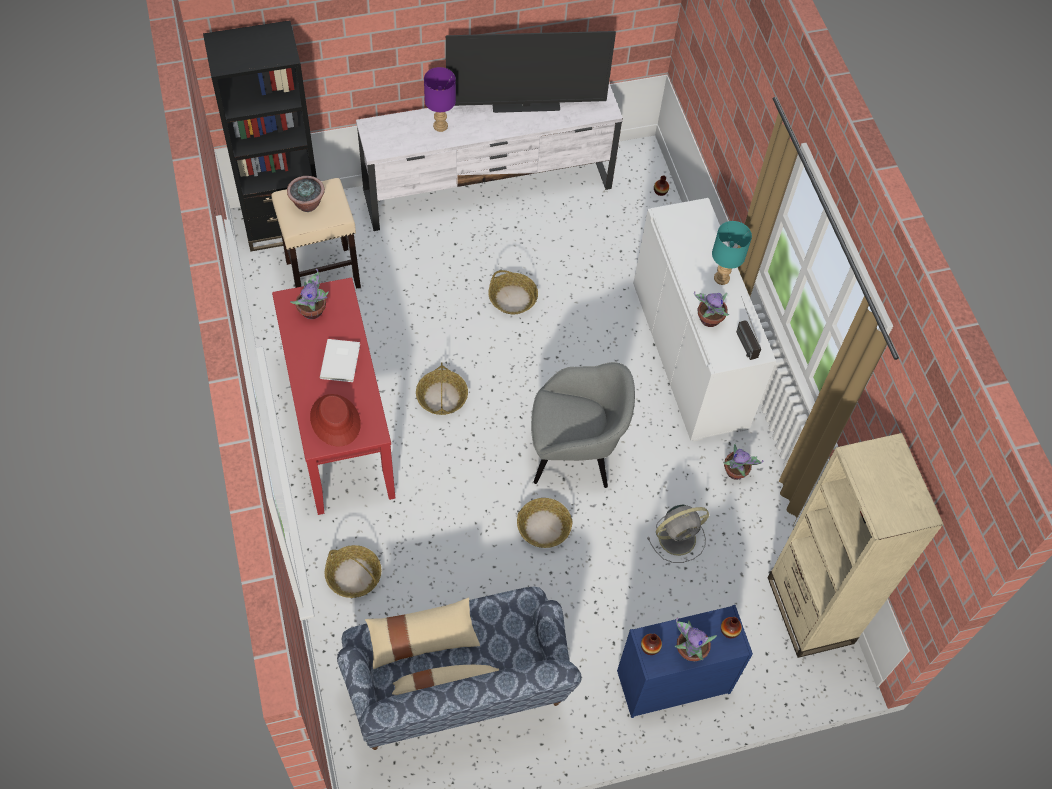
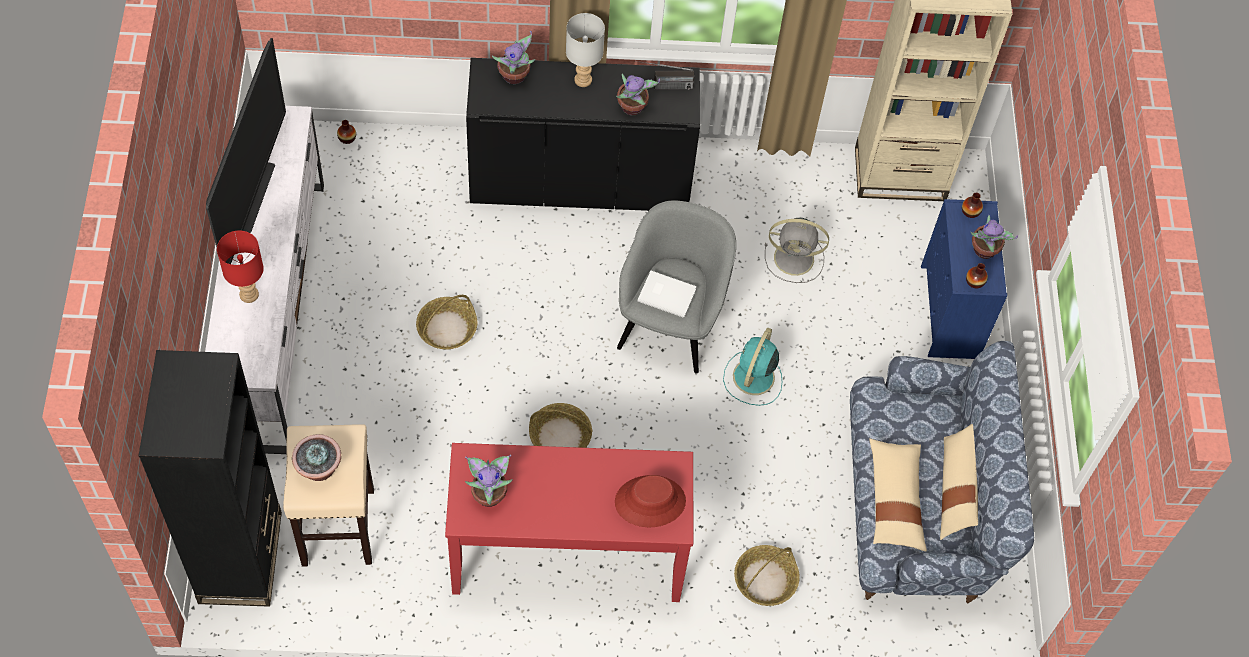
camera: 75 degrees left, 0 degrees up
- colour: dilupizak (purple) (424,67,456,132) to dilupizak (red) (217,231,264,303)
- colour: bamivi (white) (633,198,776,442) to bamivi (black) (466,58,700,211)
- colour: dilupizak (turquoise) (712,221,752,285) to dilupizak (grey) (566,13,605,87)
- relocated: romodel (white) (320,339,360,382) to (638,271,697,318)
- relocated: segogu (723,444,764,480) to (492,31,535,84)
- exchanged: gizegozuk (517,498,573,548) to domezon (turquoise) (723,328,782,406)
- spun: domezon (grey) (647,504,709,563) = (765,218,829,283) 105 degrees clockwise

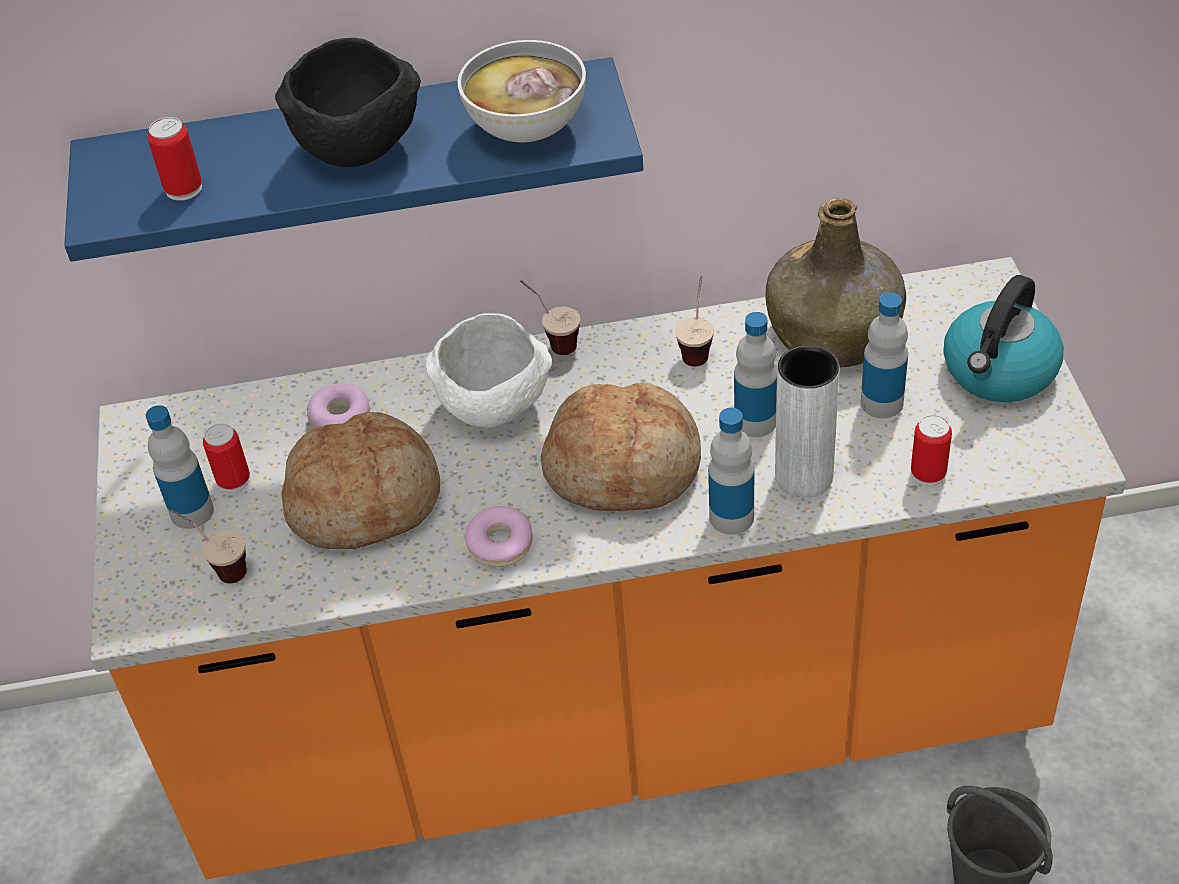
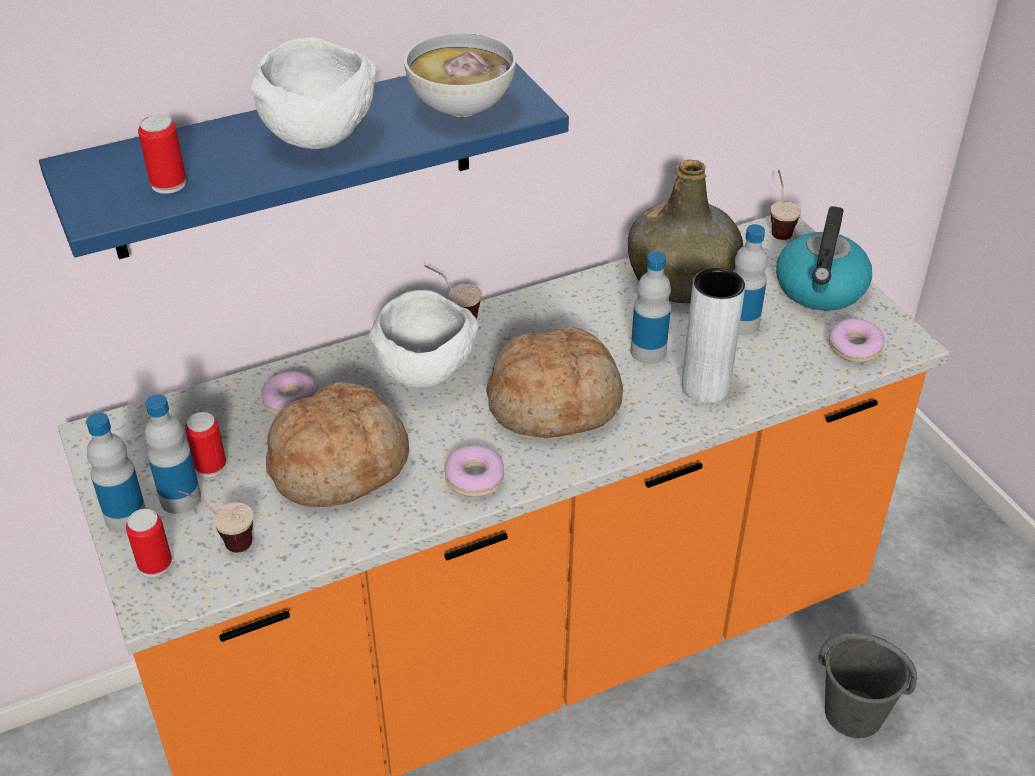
camera: 20 degrees left, 5 degrees down
- colour: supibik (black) (275,38,421,167) to supibik (white) (250,37,377,149)
- relocated: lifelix (675,276,714,366) to (771,170,801,240)
- relocated: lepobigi (708,408,754,535) to (86,412,146,533)
- relocated: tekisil (911,415,952,486) to (126,509,172,577)
- appeared: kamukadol (829,318,885,362)

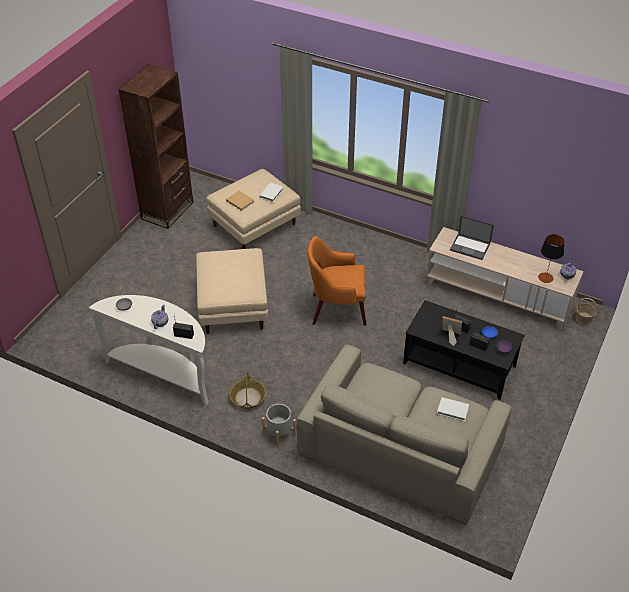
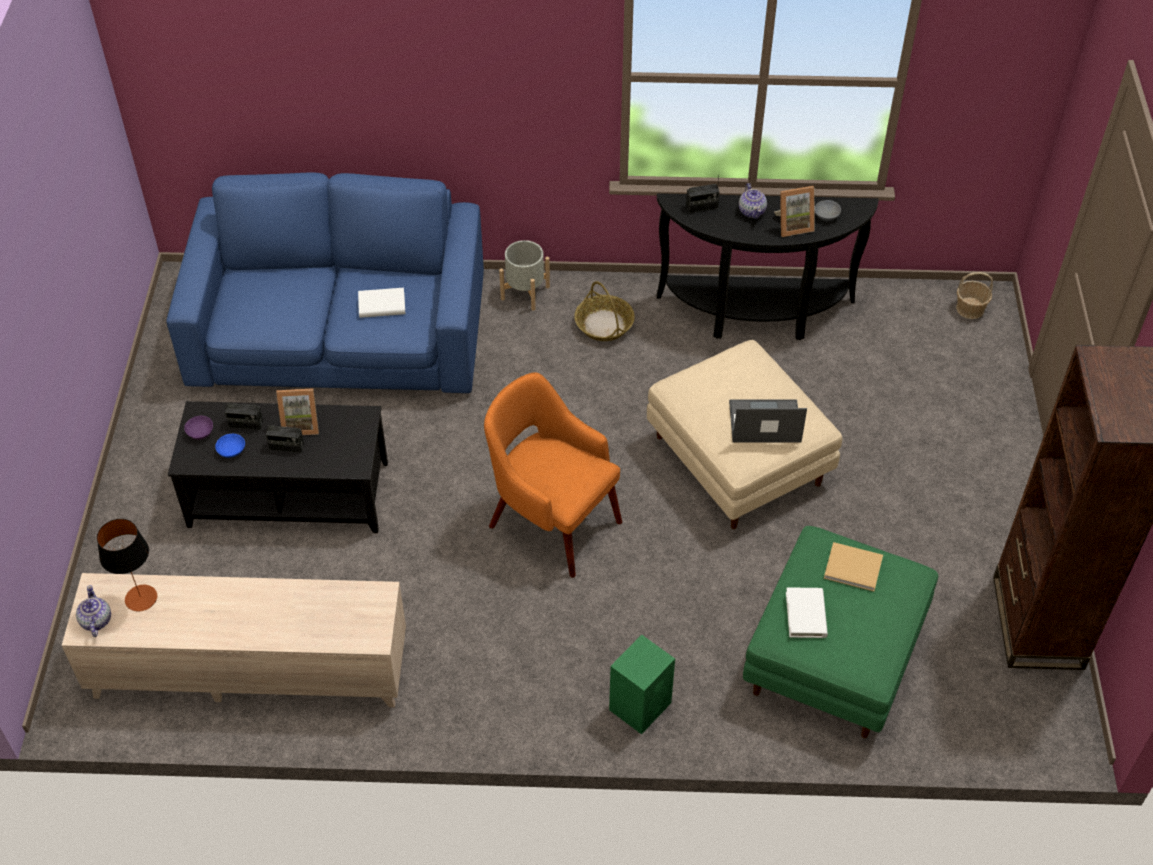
camera: 155 degrees right, 5 degrees up
- colour: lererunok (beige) (206,169,301,249) to lererunok (green) (743,526,938,738)
- relocated: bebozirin (450,216,494,260) to (729,399,807,442)
- spun: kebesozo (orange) (307,236,367,326) = (484,372,622,578) 120 degrees counterclockwise
- colour: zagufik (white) (89,295,209,405) to zagufik (black) (657,193,878,340)
- relocated: gizegozuk (576,298,597,325) to (956,272,993,319)
- colour: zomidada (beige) (297,344,512,525) to zomidada (blue) (166,173,484,393)
- relocated: romodel (white) (437,397,469,421) to (358,288,405,318)
- appeared: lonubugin (774,186,814,237)
- appeared: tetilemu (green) (609,635,675,734)

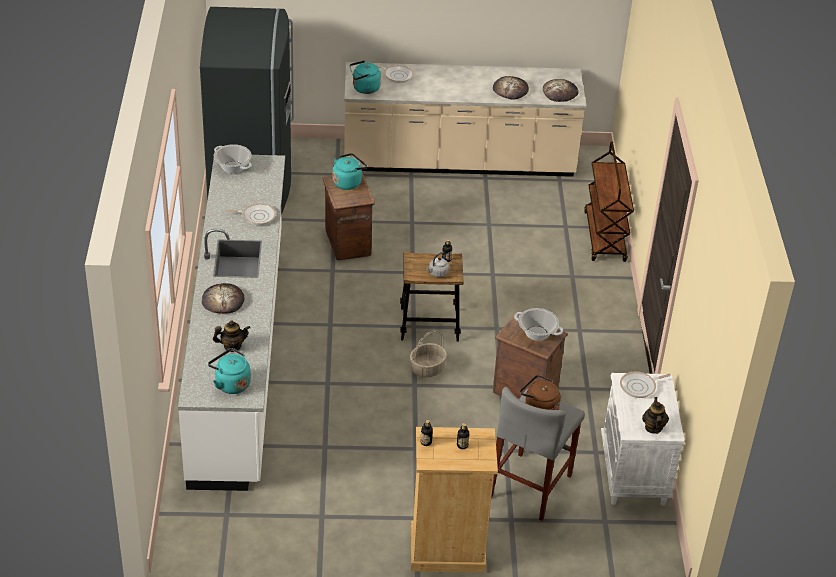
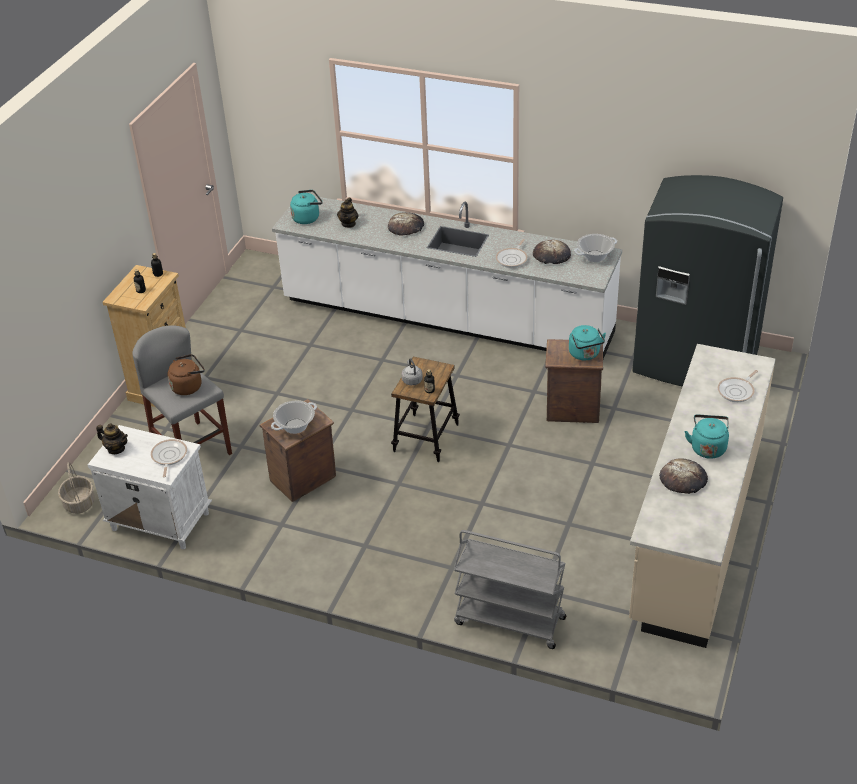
camera: 115 degrees right, 0 degrees up
- relocated: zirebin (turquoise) (350,60,381,94) to (685,415,729,459)
- relocated: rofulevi (543,79,579,102) to (533,240,571,264)
- colour: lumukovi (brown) (584,142,634,262) to lumukovi (grey) (454,530,567,649)
- relocated: gizegozuk (410,330,447,378) to (58,462,95,514)

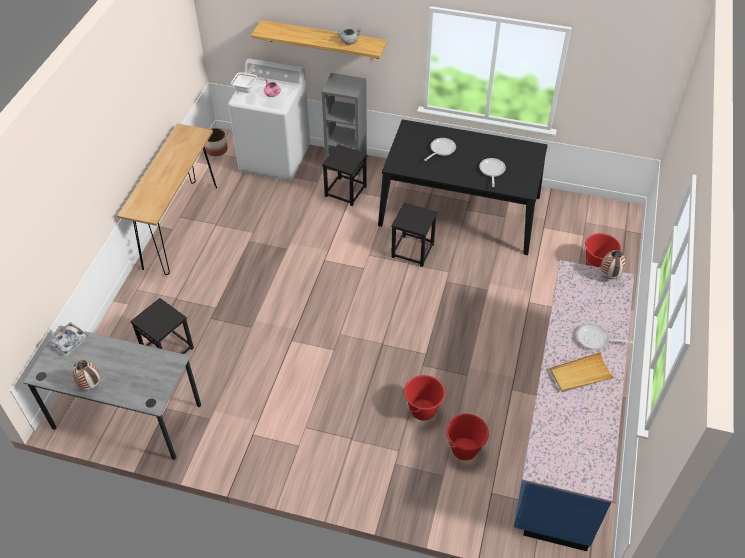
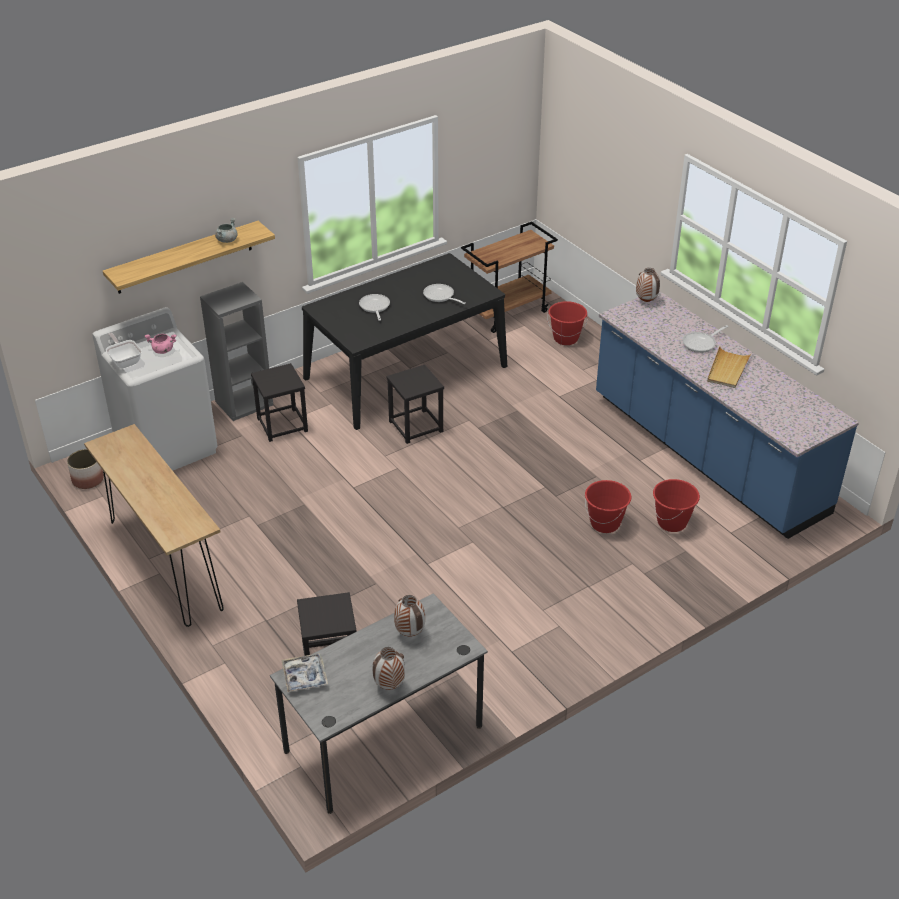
camera: 50 degrees left, 10 degrees down
- appeared: lumukovi (brown) (461,221,558,333)
- appeared: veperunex (394,595,425,637)

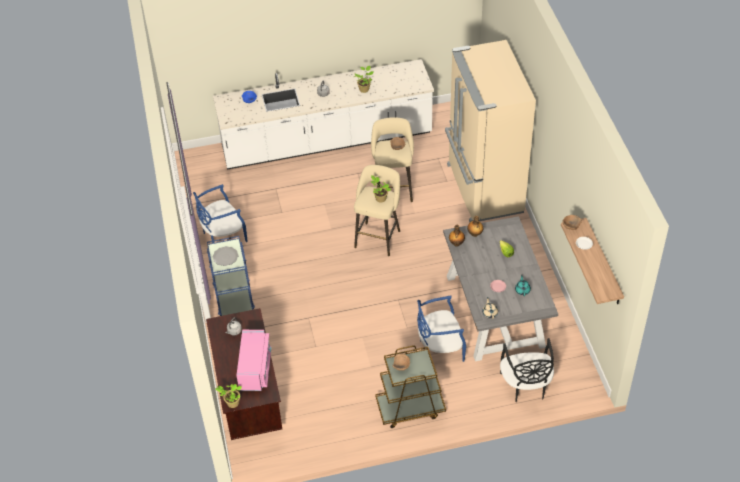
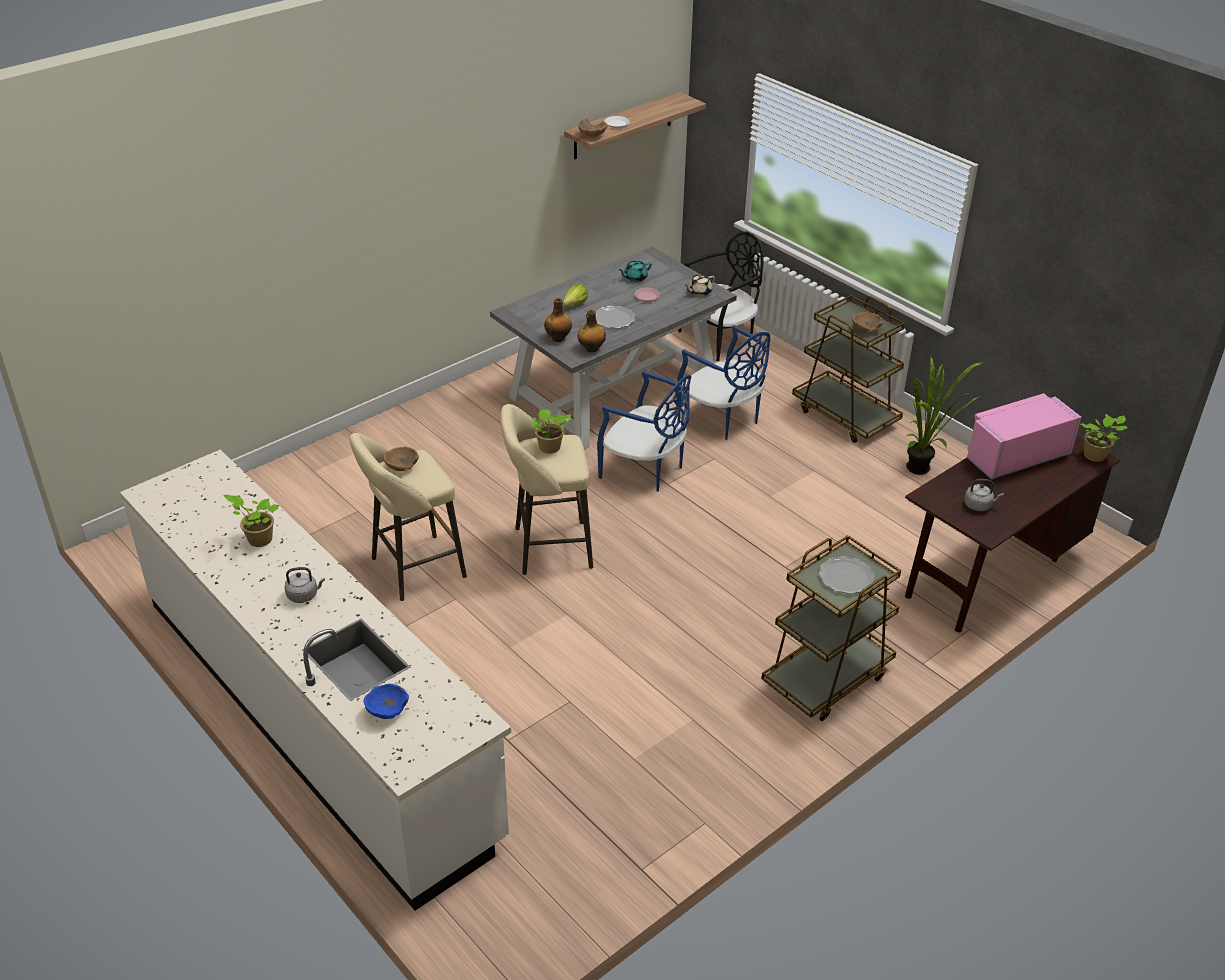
camera: 120 degrees left, 10 degrees down
- missing: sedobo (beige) (445,40,536,222)
- relocated: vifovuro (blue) (193,184,248,243) to (597,371,691,492)
- colour: lumukovi (blue) (207,236,255,316) to lumukovi (brown) (761,535,901,721)
- appeared: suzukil (596,306,636,328)
- appeared: segogu (906,356,983,475)

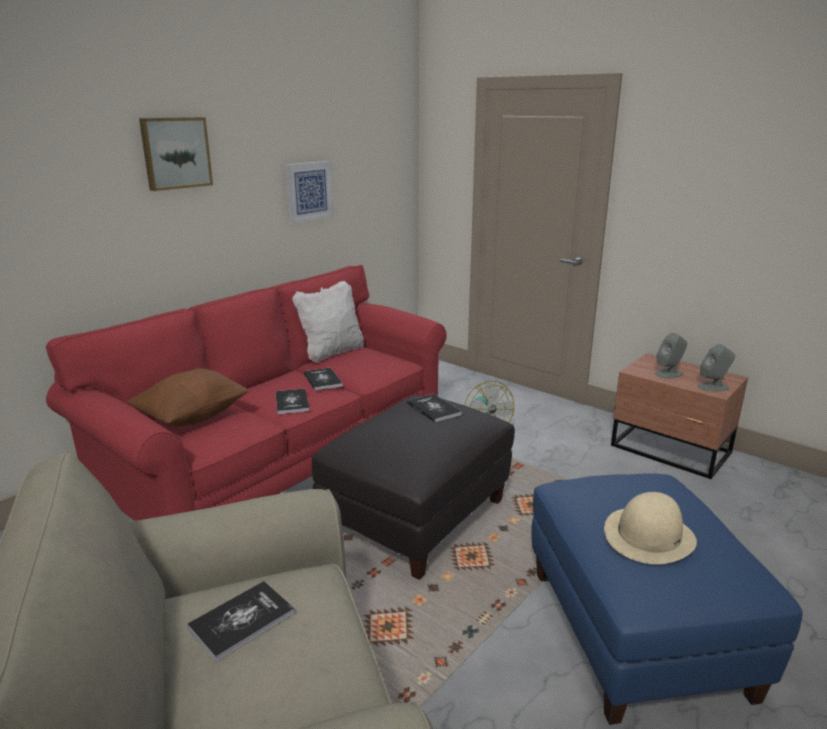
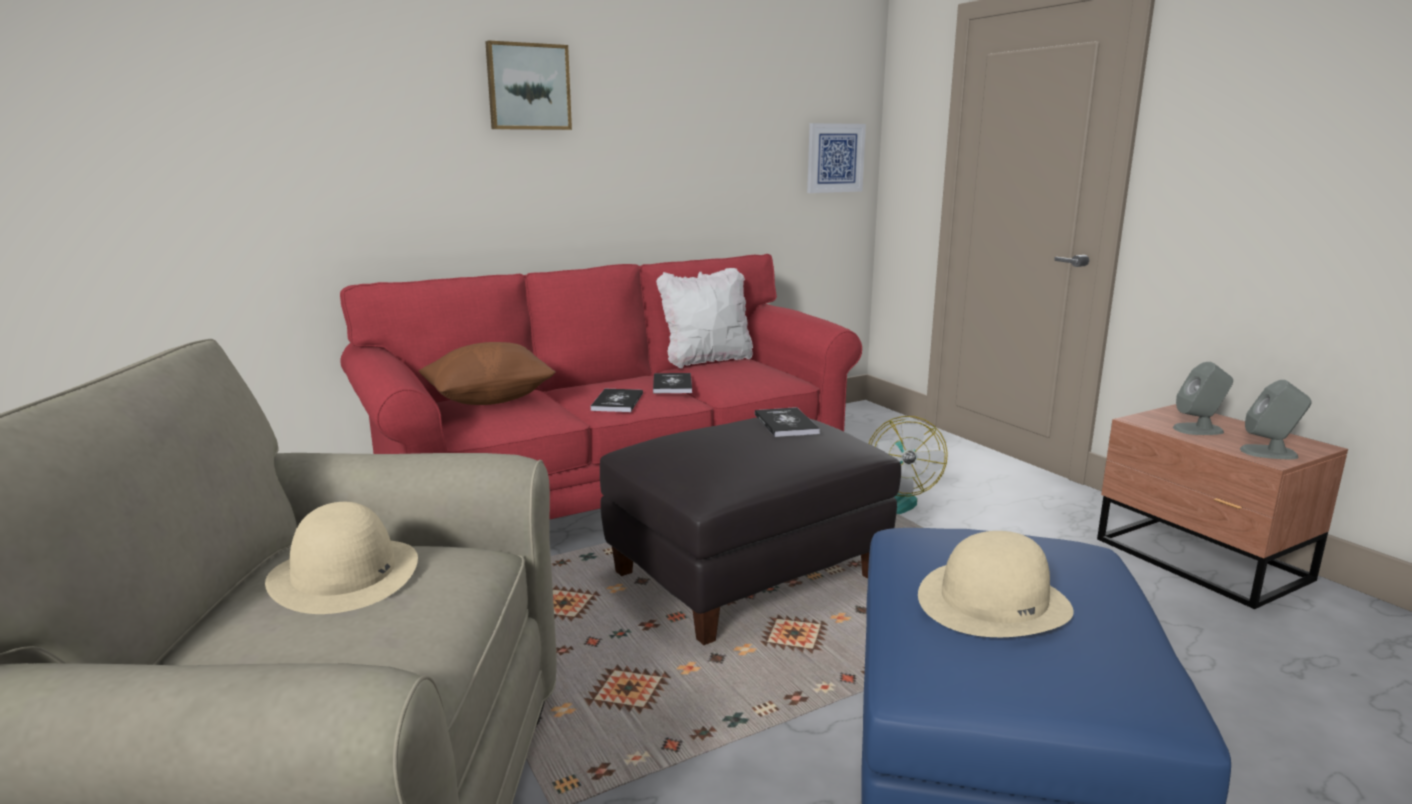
camera: 20 degrees right, 5 degrees down
- relocated: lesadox (285,161,334,223) to (807,123,866,193)
- exchanged: romodel (187,581,295,662) to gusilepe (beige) (265,502,418,614)

